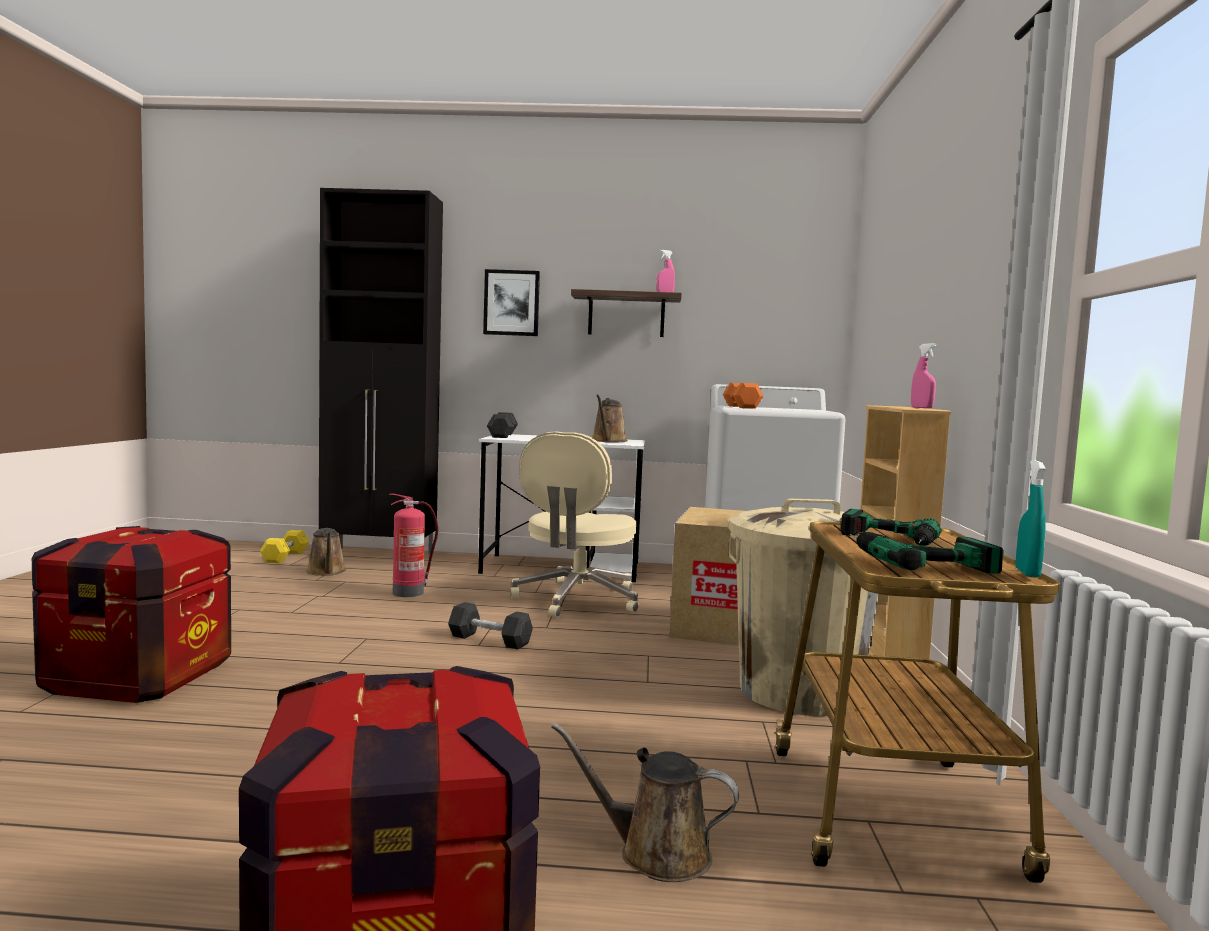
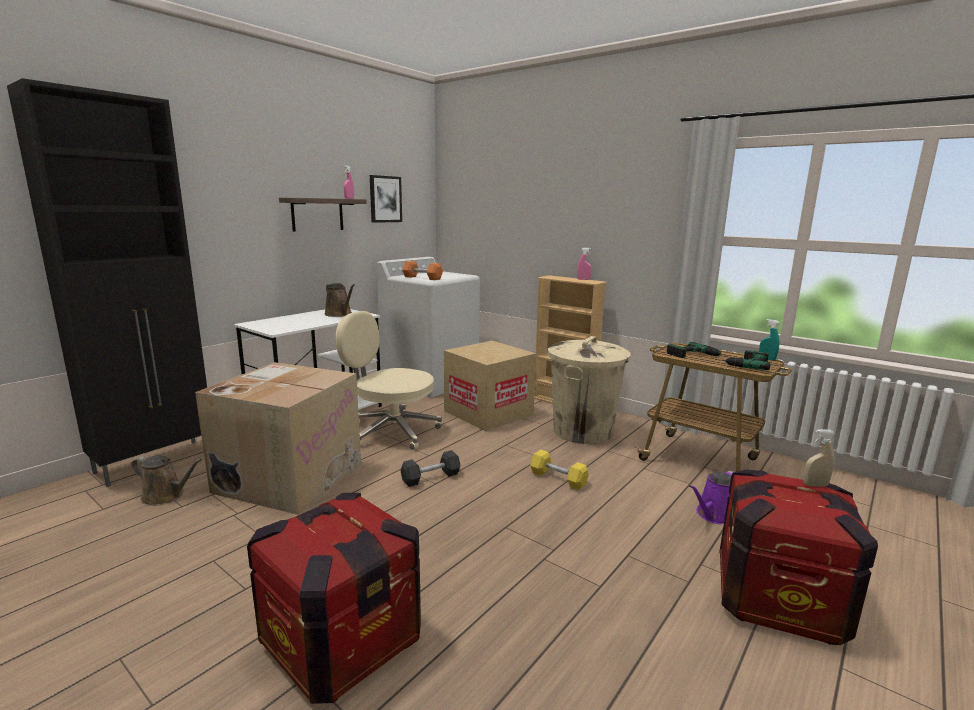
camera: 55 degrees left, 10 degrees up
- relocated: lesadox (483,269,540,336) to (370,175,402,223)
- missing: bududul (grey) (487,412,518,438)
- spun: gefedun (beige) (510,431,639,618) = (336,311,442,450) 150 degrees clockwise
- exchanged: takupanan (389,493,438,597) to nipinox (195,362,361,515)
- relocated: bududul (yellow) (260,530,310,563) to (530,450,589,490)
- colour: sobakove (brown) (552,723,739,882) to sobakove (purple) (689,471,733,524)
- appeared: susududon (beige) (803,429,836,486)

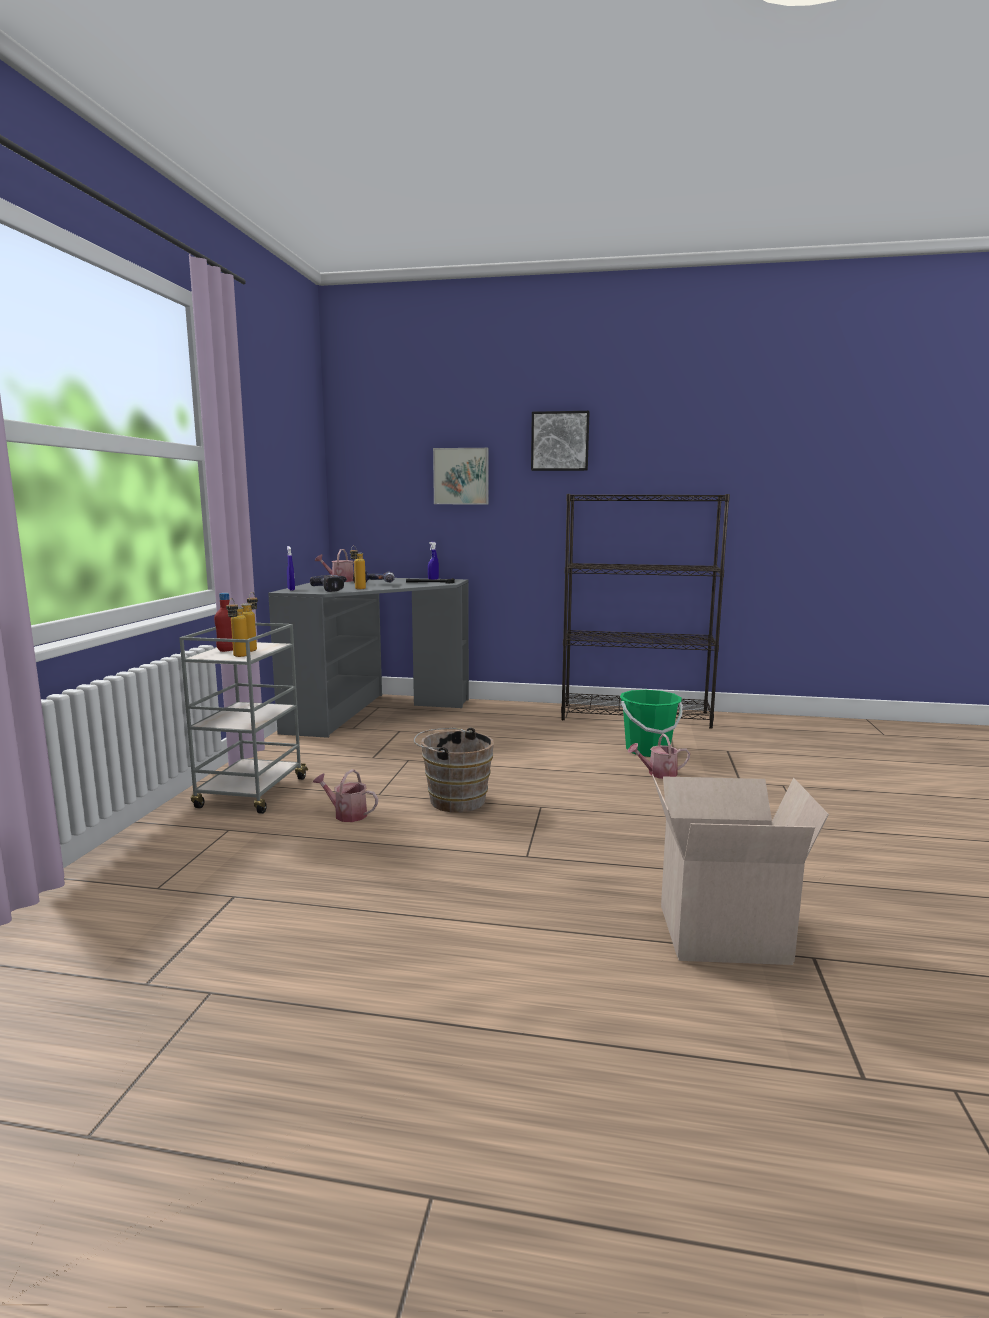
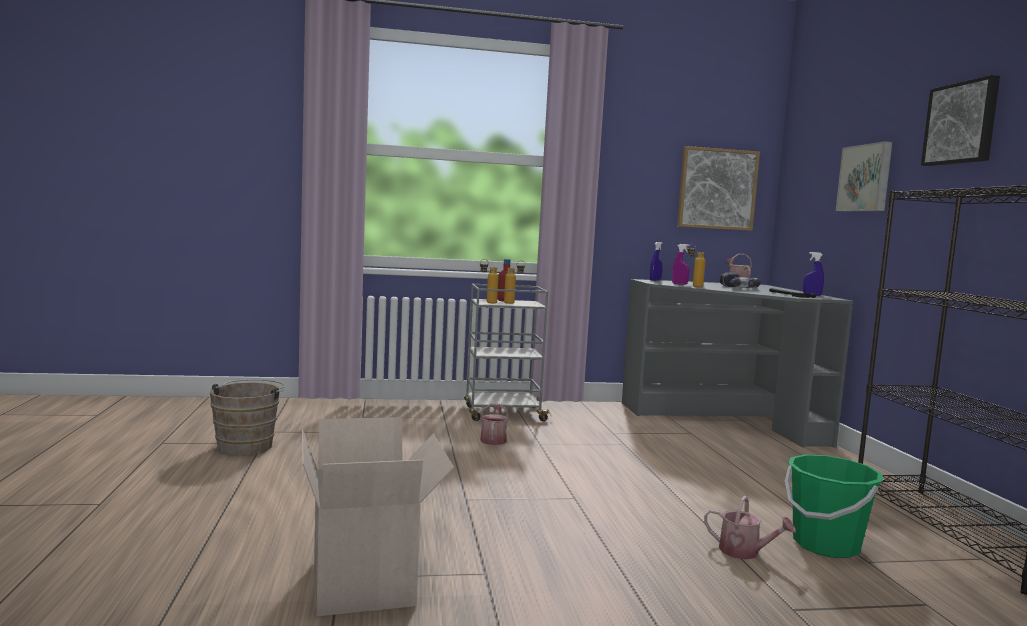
camera: 70 degrees right, 5 degrees down
- exchanged: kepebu (310,575,347,592) to susududon (purple) (672,244,690,285)
- relocated: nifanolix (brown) (414,728,494,813) to (210,379,285,455)
- spun: sobakove (628,734,690,779) = (704,496,796,560) 150 degrees clockwise
- appeared: lesadox (677,146,760,231)

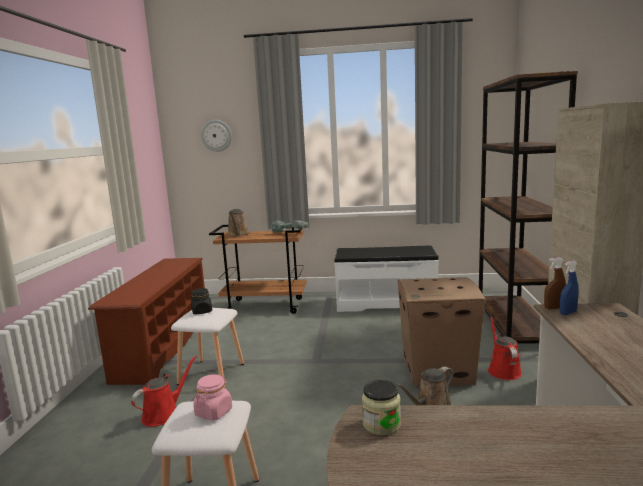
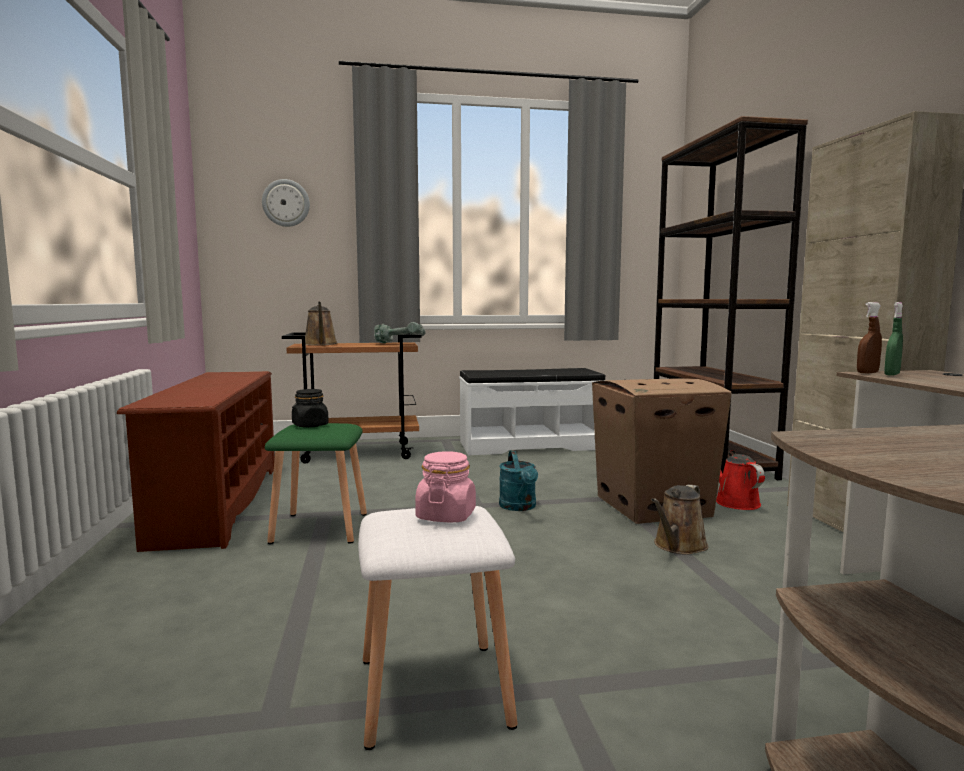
camera: 15 degrees left, 5 degrees down
- colour: susududon (blue) (560,260,579,315) to susududon (green) (884,302,903,376)
- colour: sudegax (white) (171,308,244,385) to sudegax (green) (265,423,367,544)
- missing: sobakove (red) (131,356,197,427)
- missing: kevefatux (362,380,401,435)
- appeared: sobakove (turquoise) (499,450,538,511)

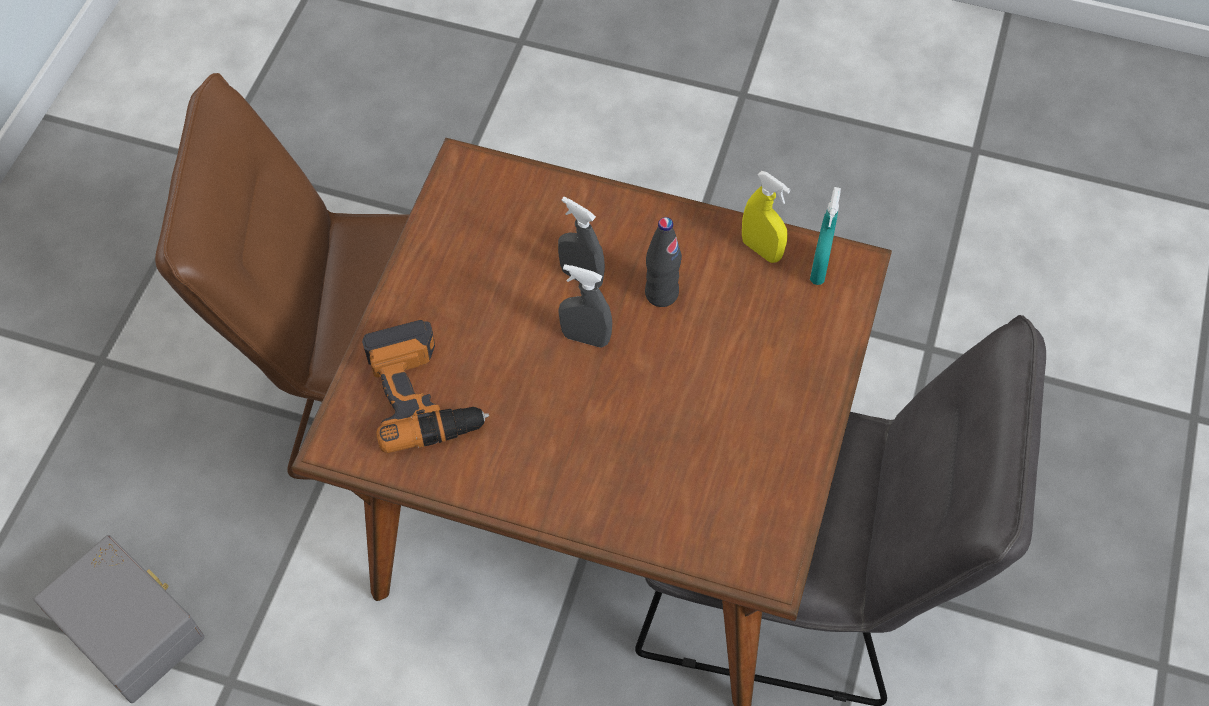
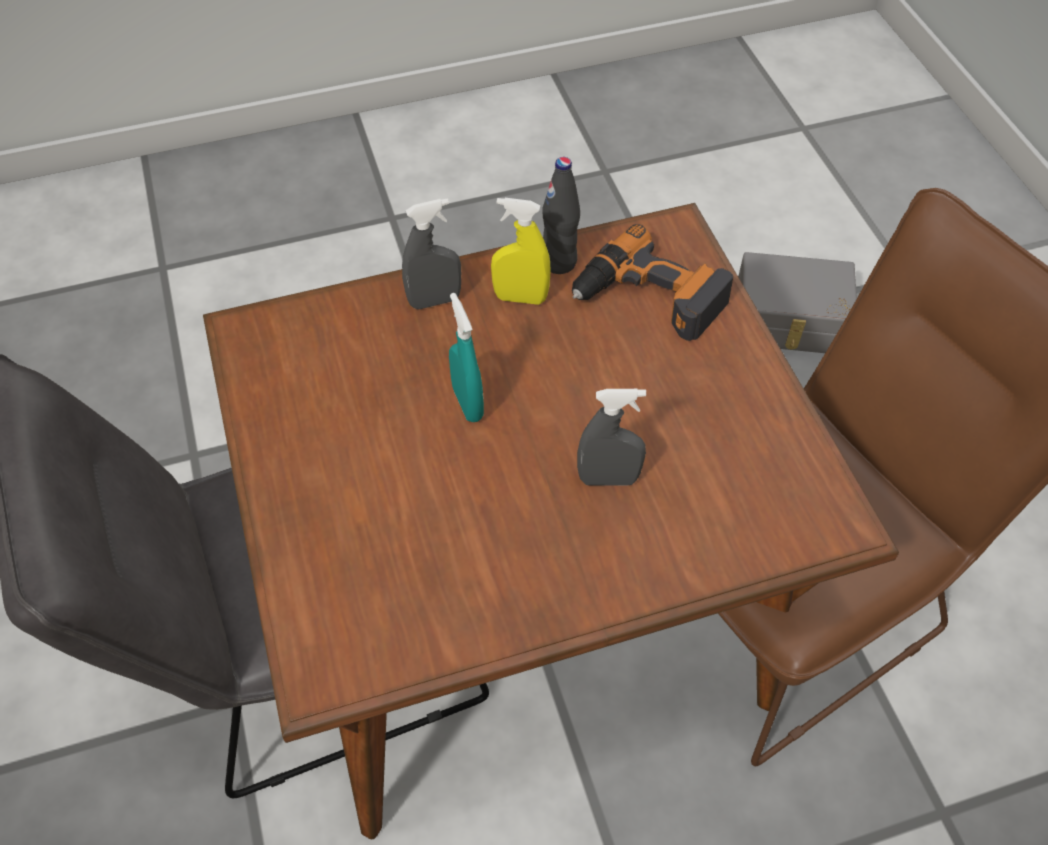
camera: 145 degrees right, 5 degrees down
- relocated: susududon (yellow) (742,171,791,263) to (491,198,551,305)
- relocated: susududon (turquoise) (810,187,841,285) to (449,293,484,422)
- relocated: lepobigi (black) (645,217,682,307) to (542,157,580,274)
- relocated: susududon (grey) (558,264,612,348) to (402,198,461,309)

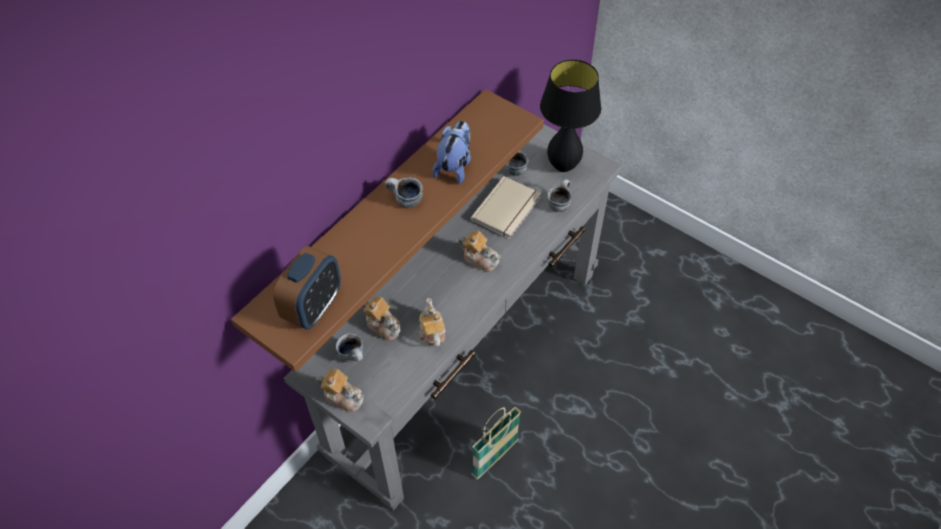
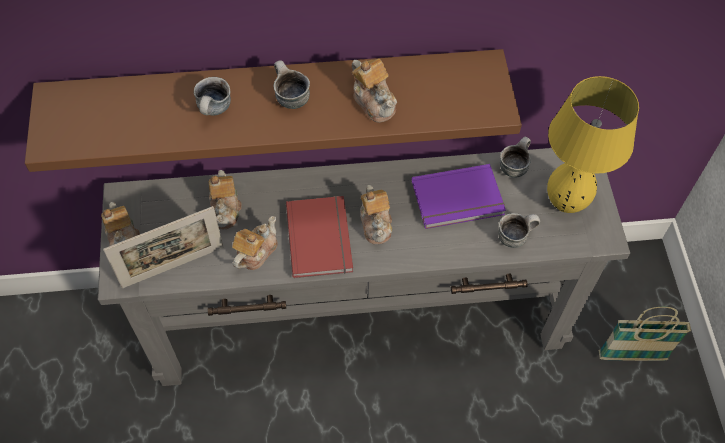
camera: 45 degrees right, 5 degrees up
- colour: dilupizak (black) (540,60,601,172) to dilupizak (yellow) (547,76,639,213)
- exchanged: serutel (433,121,471,184) to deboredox (352,59,397,123)
- colour: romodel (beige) (471,176,541,239) to romodel (purple) (412,164,506,229)
- missing: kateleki (273,246,341,329)
- relocated: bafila (336,333,363,362) to (194,77,231,115)
- relocated: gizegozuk (472,406,521,479) to (599,307,691,361)
- appeared: romodel (red) (286,196,353,278)
- appeared: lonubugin (103,206,224,288)

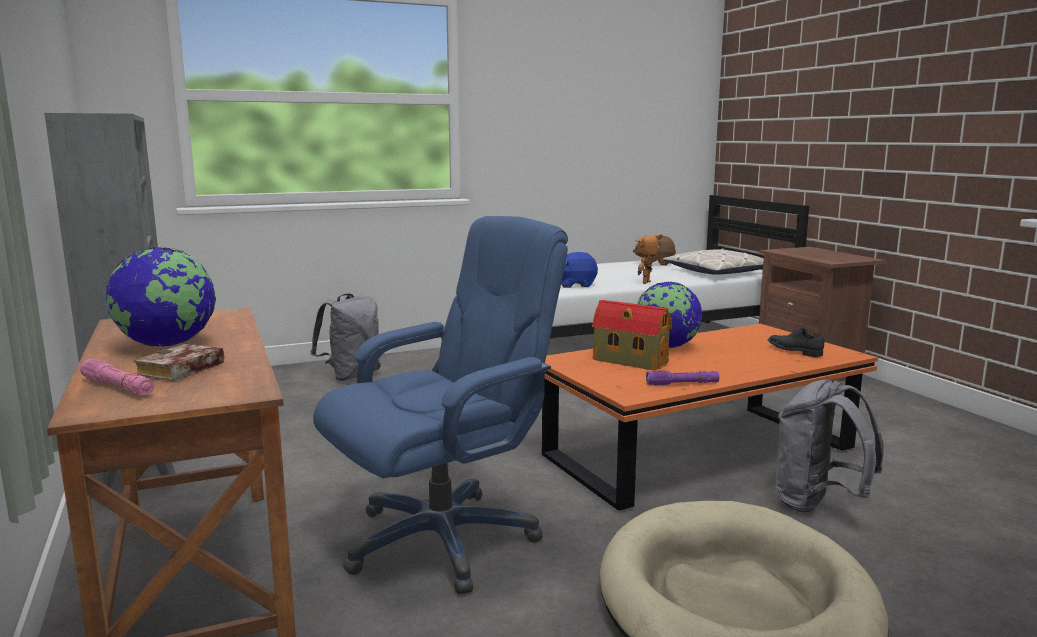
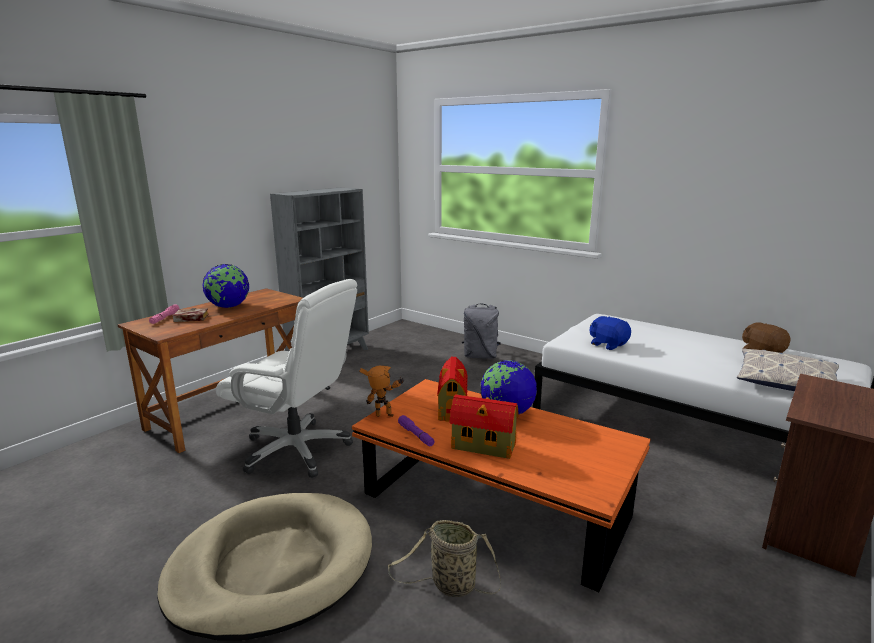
camera: 60 degrees right, 5 degrees up
- colour: gefedun (blue) (313,216,568,594) to gefedun (white) (216,279,357,478)
- relocated: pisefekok (635,234,663,284) to (359,366,405,417)
- missing: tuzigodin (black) (767,327,824,357)
- exchanged: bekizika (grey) (776,380,884,513) to gizegozuk (388,520,501,597)
- appeared: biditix (450,394,519,459)

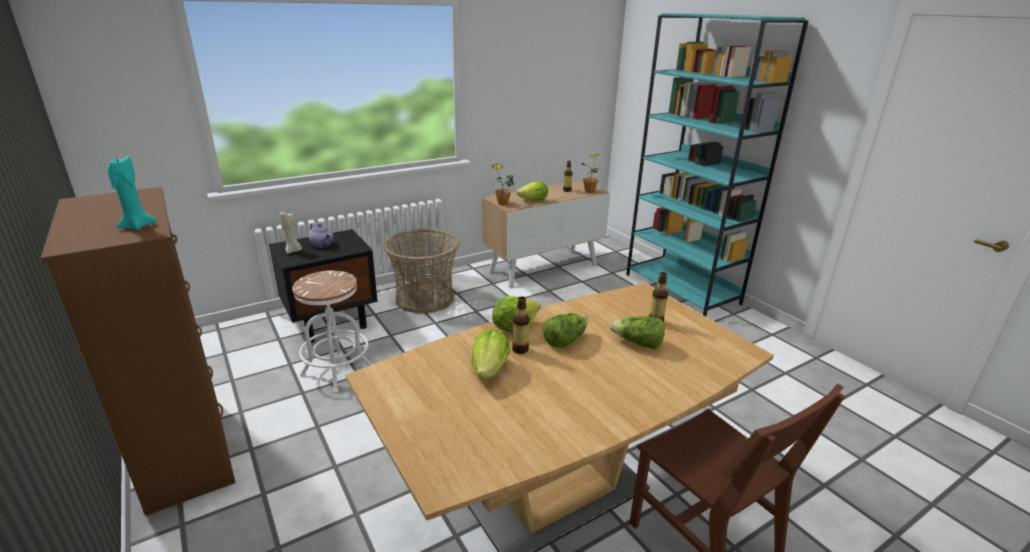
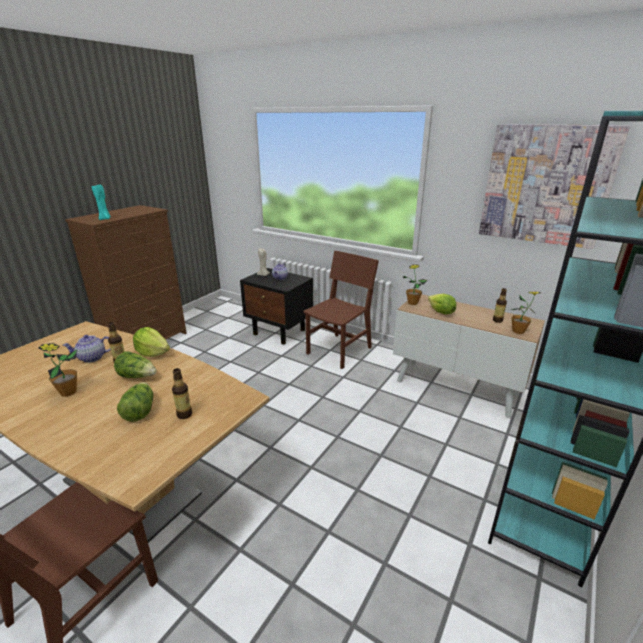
camera: 65 degrees right, 0 degrees up
- exchanged: gizegozuk (383,229,460,314) to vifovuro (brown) (303,251,379,369)
- missing: sudegax (white) (292,270,372,393)
- exchanged: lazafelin (471,329,510,379) to deboredox (62,335,111,363)
- appeared: lesadox (479,124,630,249)
- appeared: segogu (38,343,77,397)

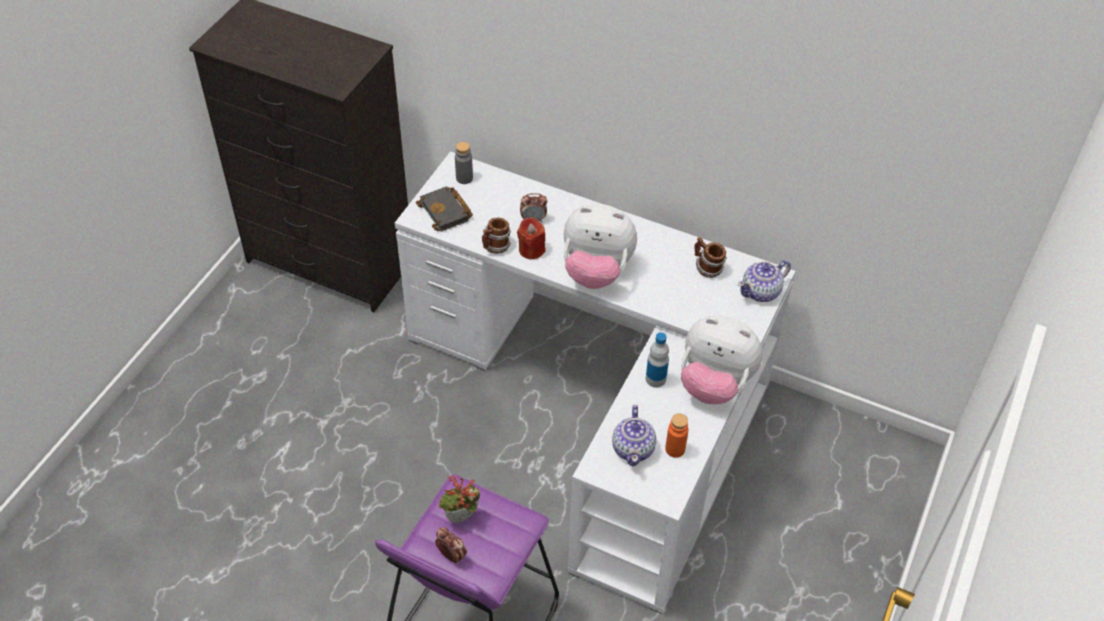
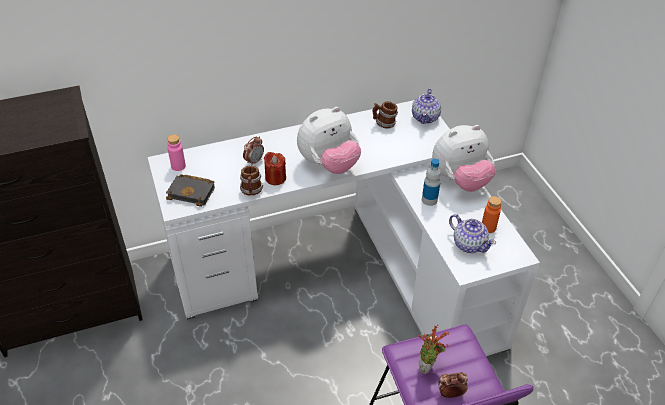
camera: 45 degrees left, 5 degrees down
- colour: lepobigi (grey) (455,142,473,184) to lepobigi (pink) (167,134,186,171)

